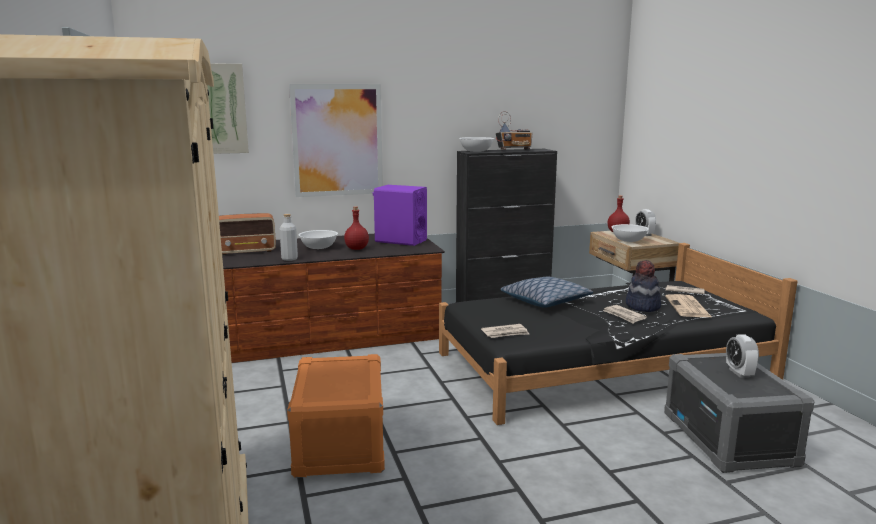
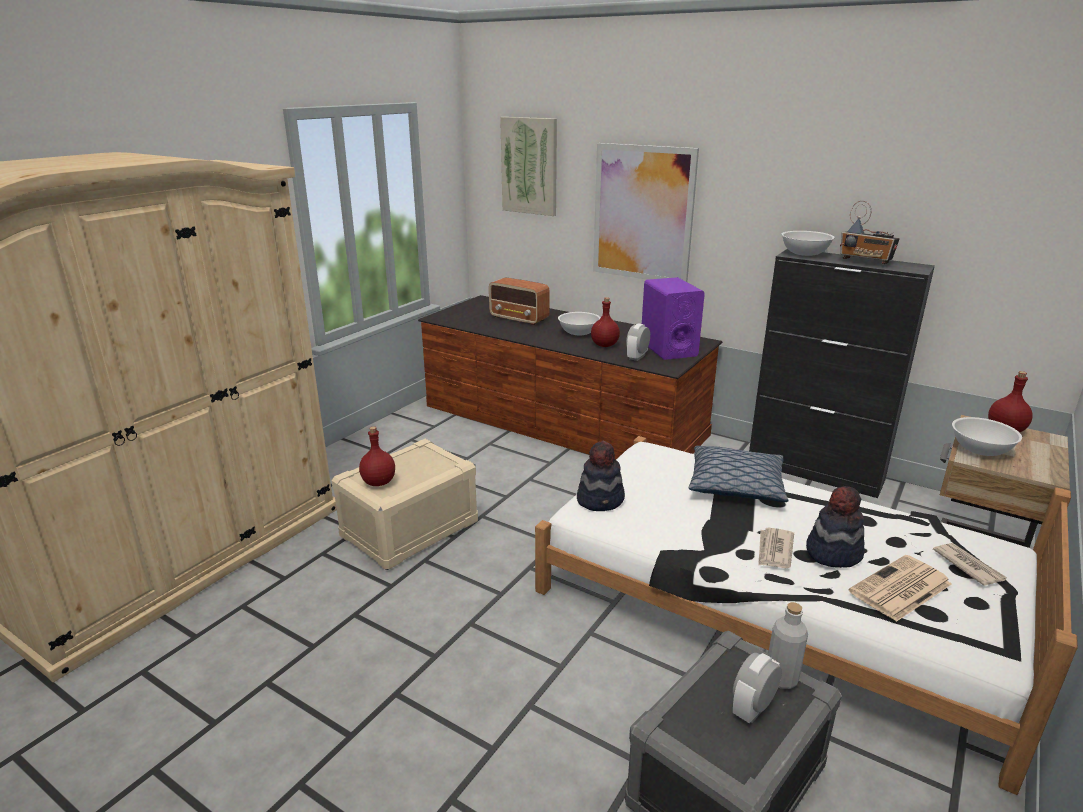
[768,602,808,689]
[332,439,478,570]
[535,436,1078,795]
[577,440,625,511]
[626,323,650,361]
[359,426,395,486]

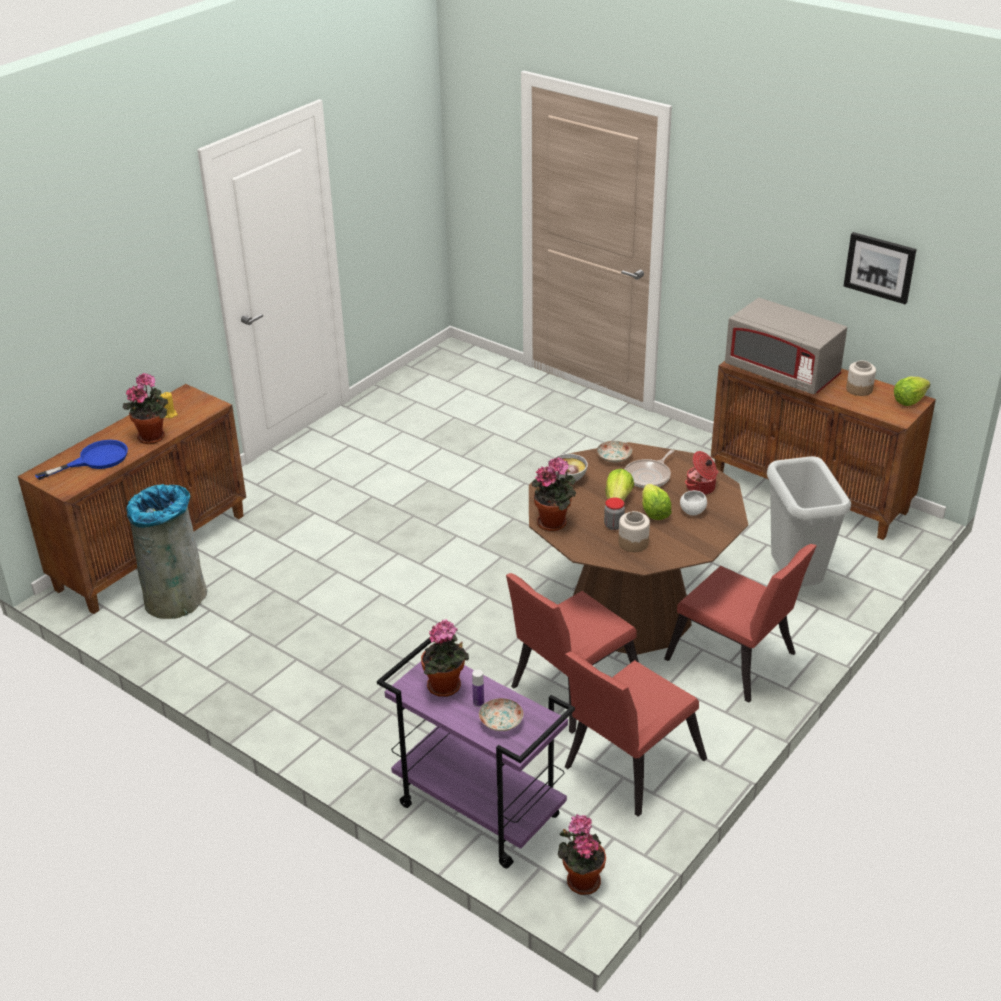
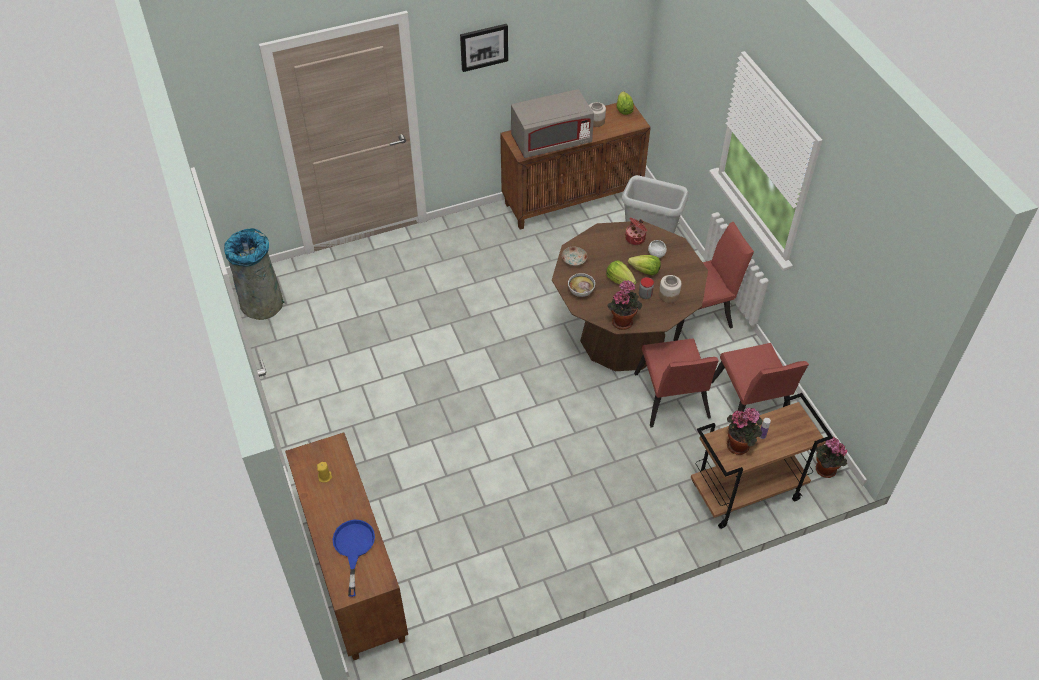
[123,373,168,444] (first image)
[224,228,285,320]
[691,393,833,529]
[479,698,524,731] (first image)
[624,450,674,488] (first image)
[460,24,508,72]

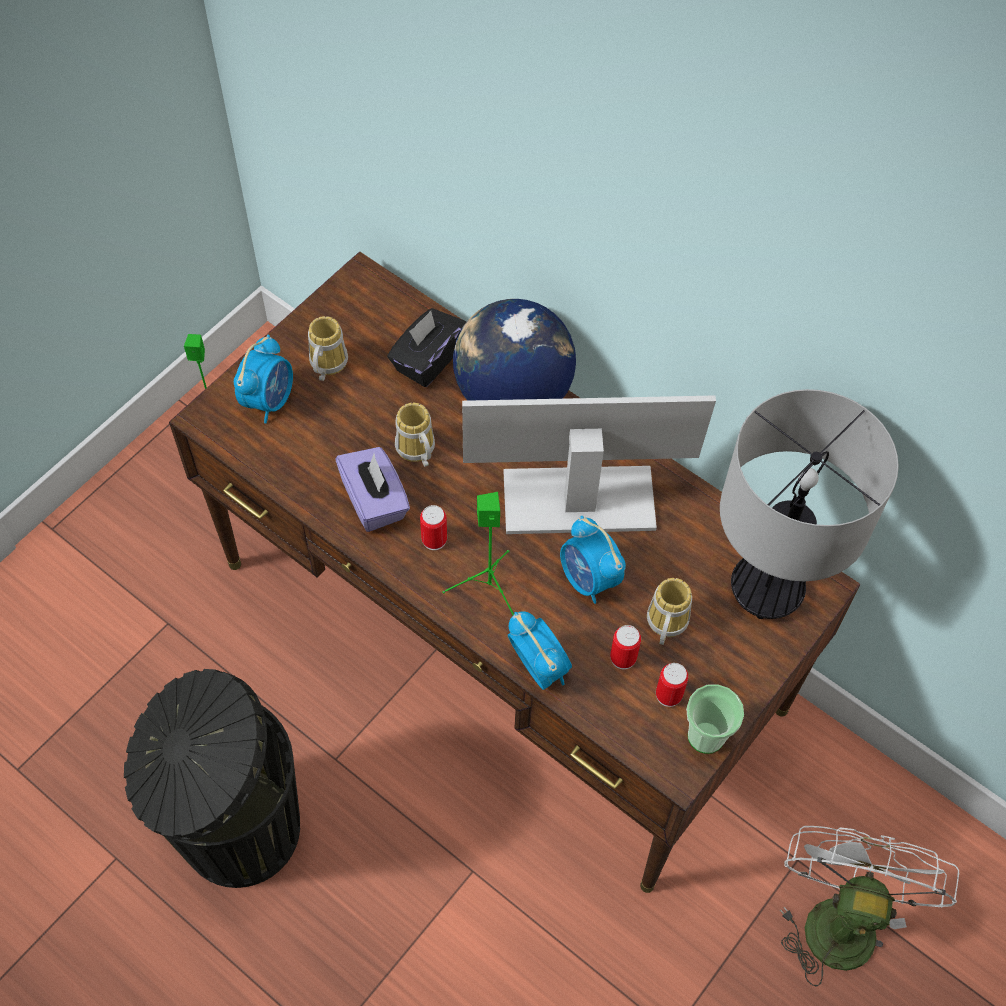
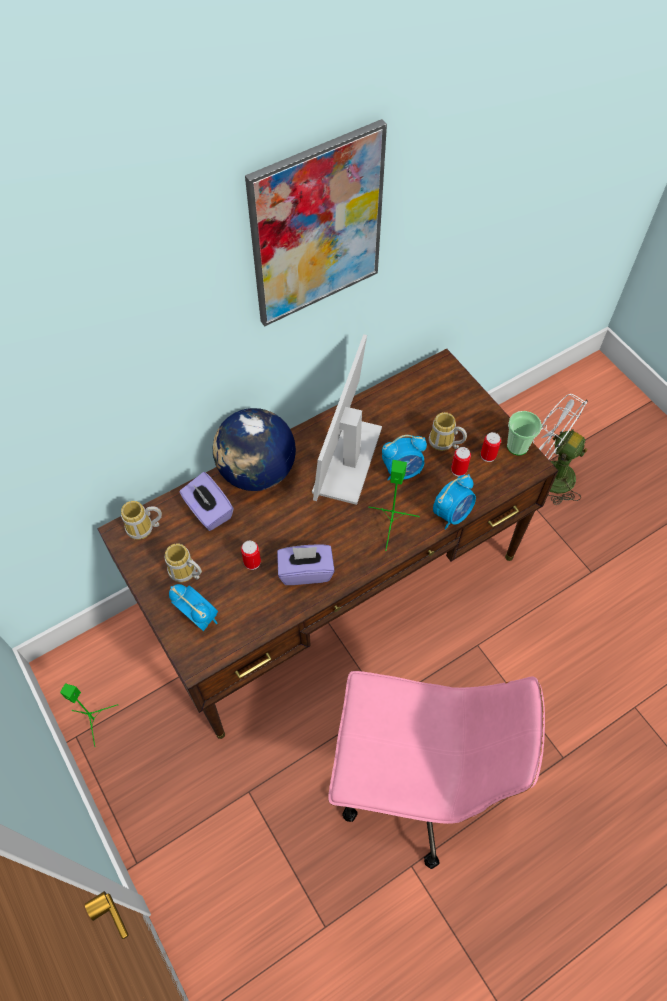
[328,671,545,869]
[180,472,234,531]
[121,501,162,540]
[241,541,261,570]
[433,474,476,530]
[720,389,899,619] (first image)
[245,119,387,327]

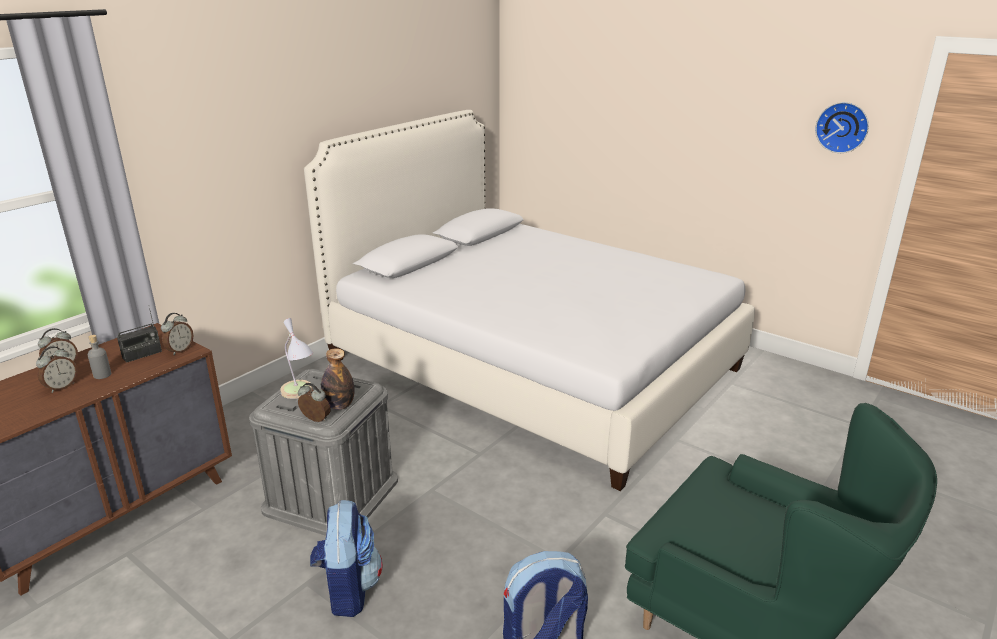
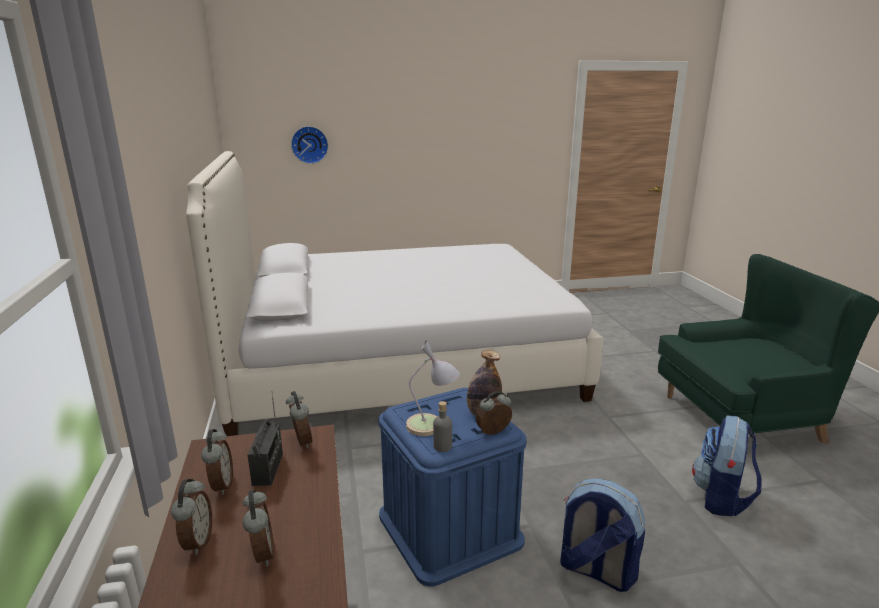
[433,401,452,452]
[379,388,527,586]
[291,126,328,164]
[201,429,233,495]

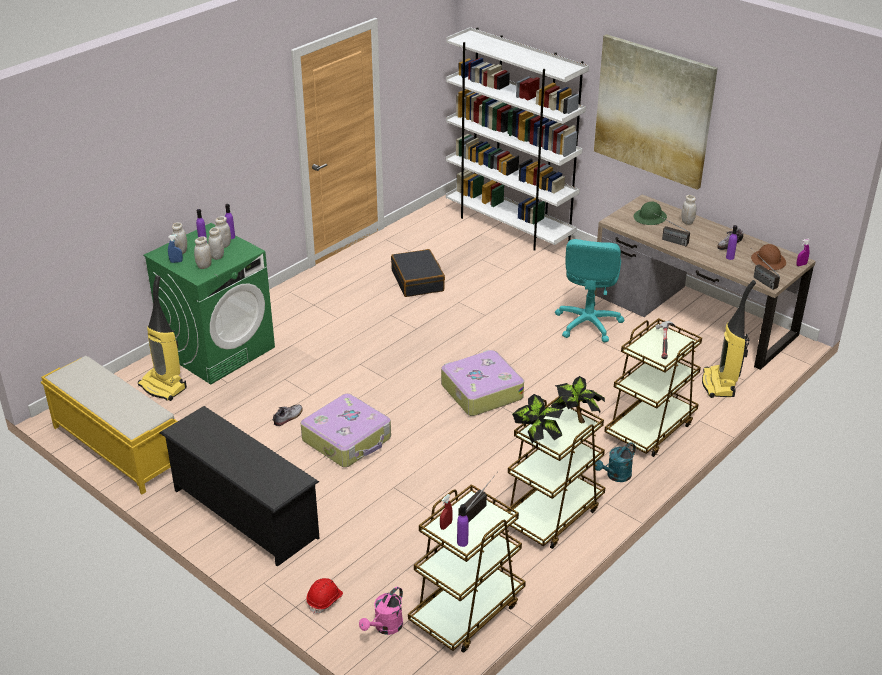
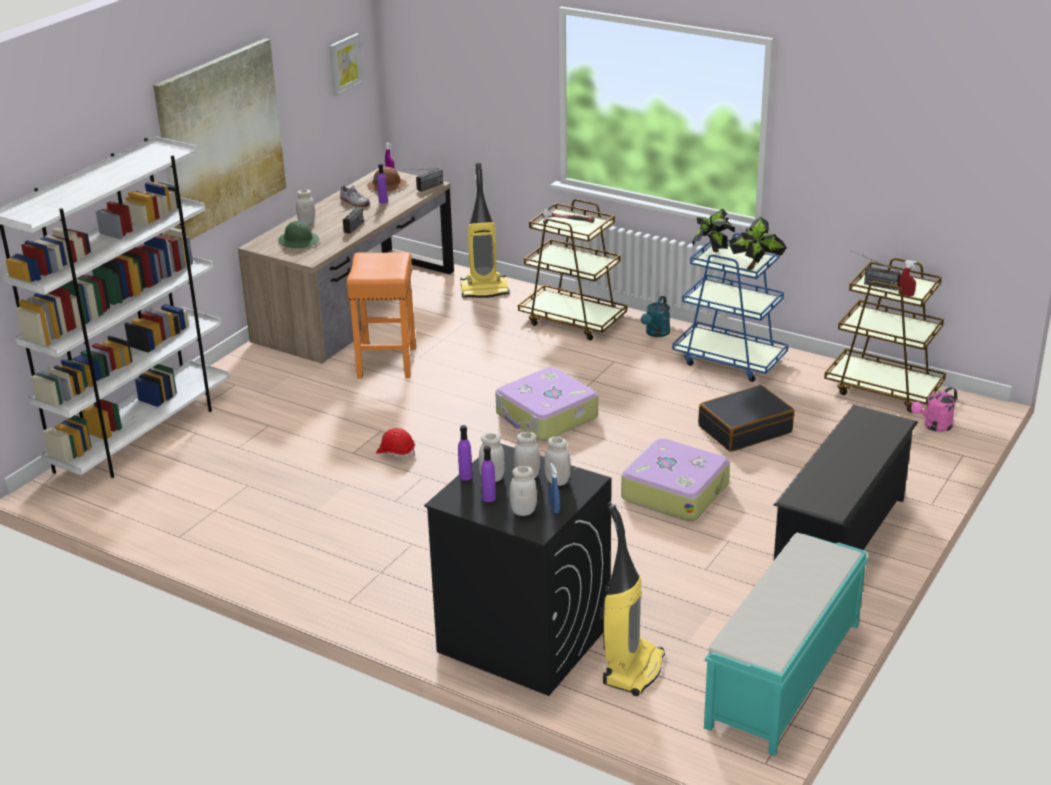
[704,533,868,756]
[424,443,612,696]
[273,405,303,426] (first image)
[376,428,415,459]
[911,387,957,432]
[698,385,795,452]
[457,504,469,547] (first image)
[672,233,789,382]
[347,252,416,379]
[641,296,670,337]
[330,33,363,96]

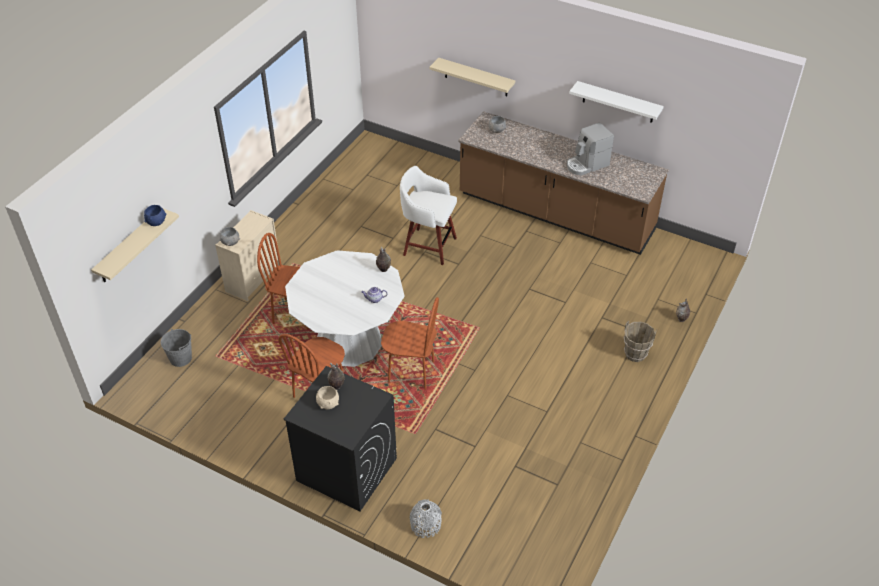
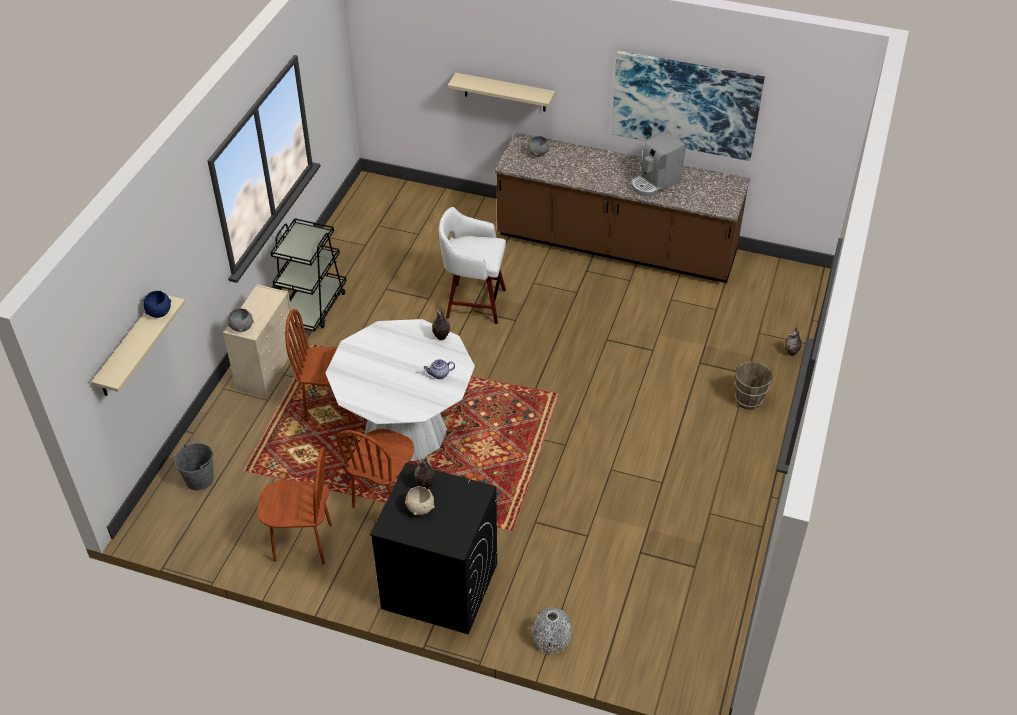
[257,447,332,565]
[611,51,765,161]
[270,218,347,332]

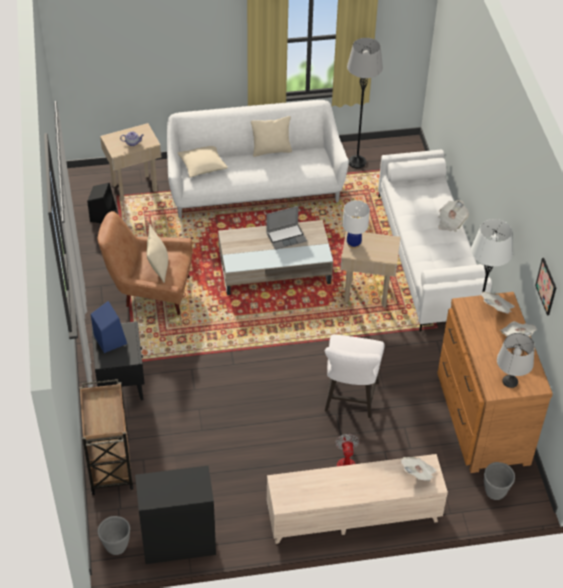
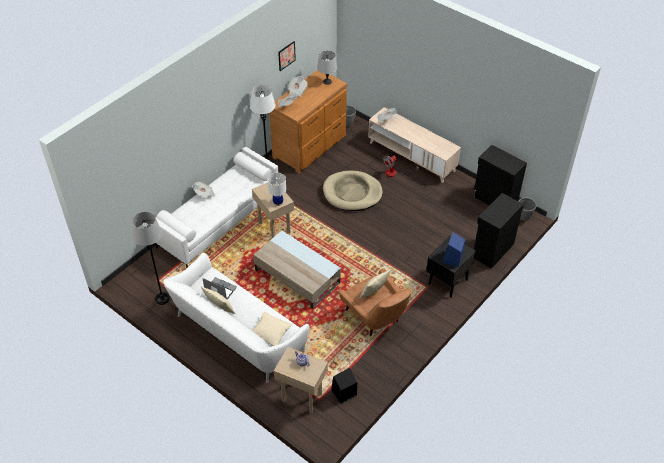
[474,193,523,269]
[202,277,237,300]
[323,171,383,211]

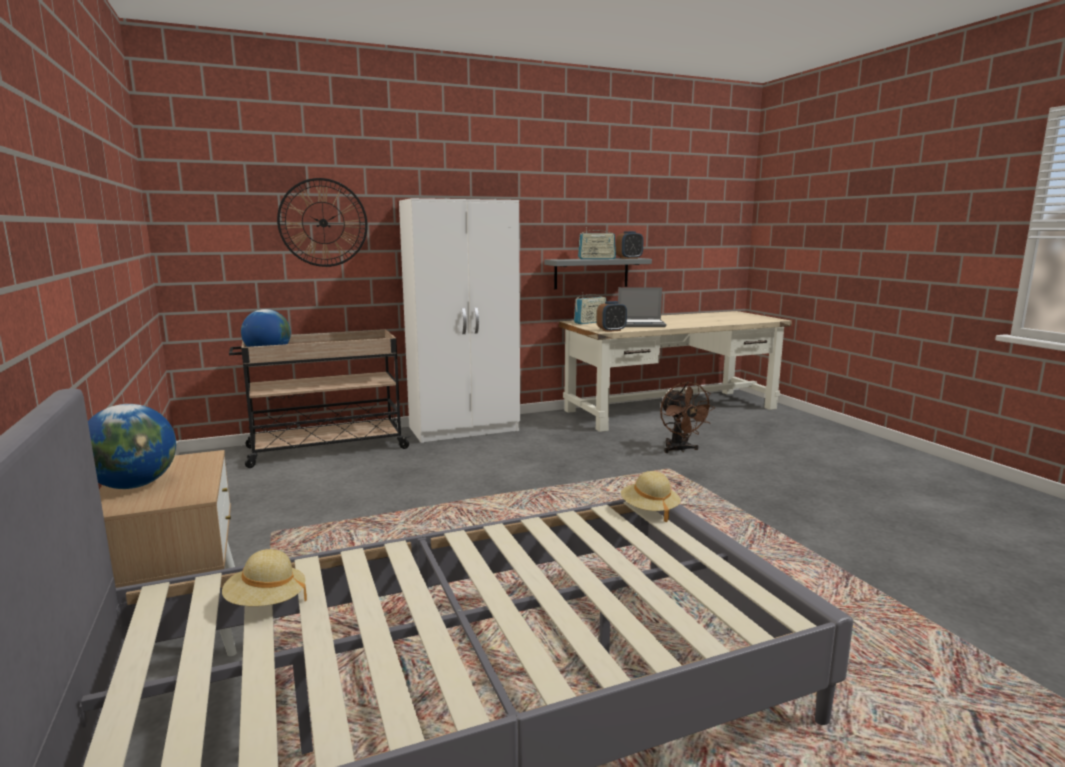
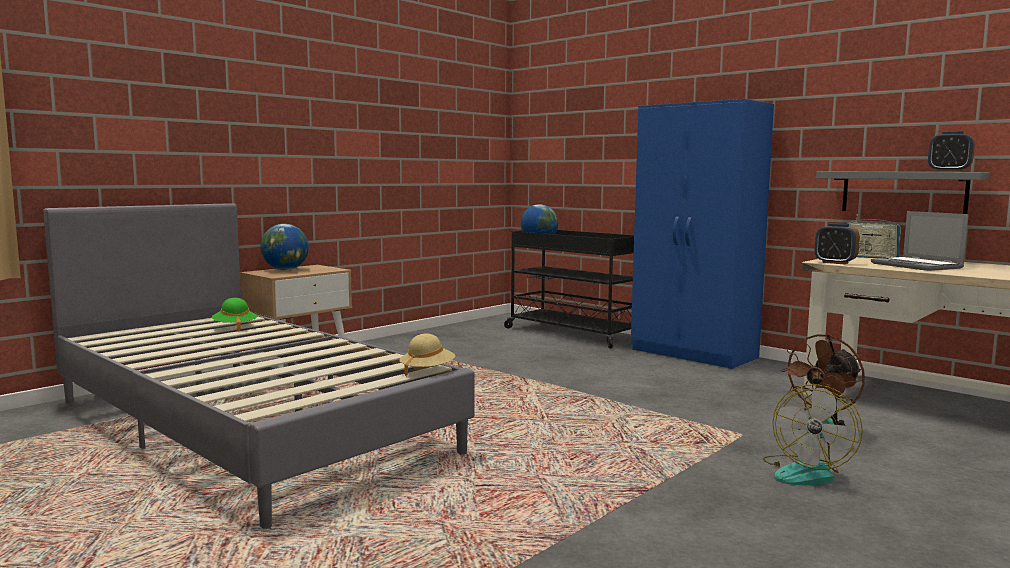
[212,298,257,332]
[504,230,634,349]
[277,178,368,267] (first image)
[631,99,774,369]
[578,227,616,259] (first image)
[763,384,863,485]

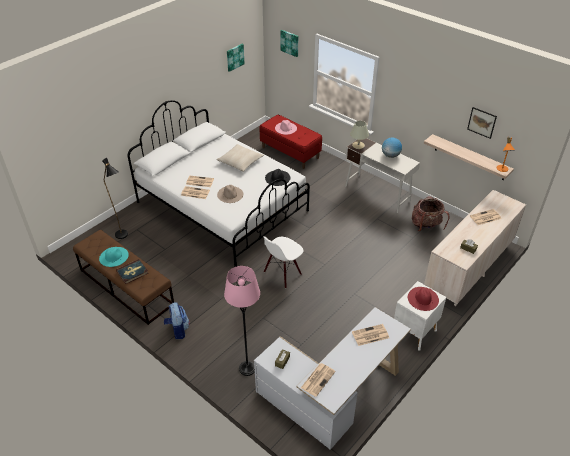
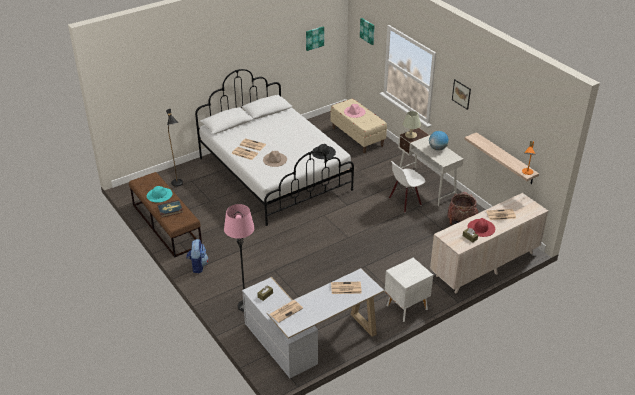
[216,144,264,172] (first image)
[331,98,387,153]
[389,161,425,213]
[468,218,495,237]
[452,79,471,110]

